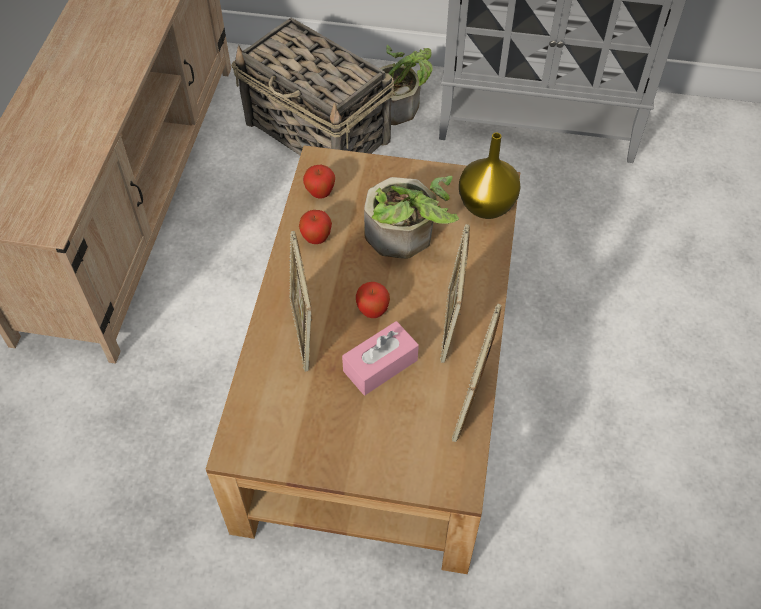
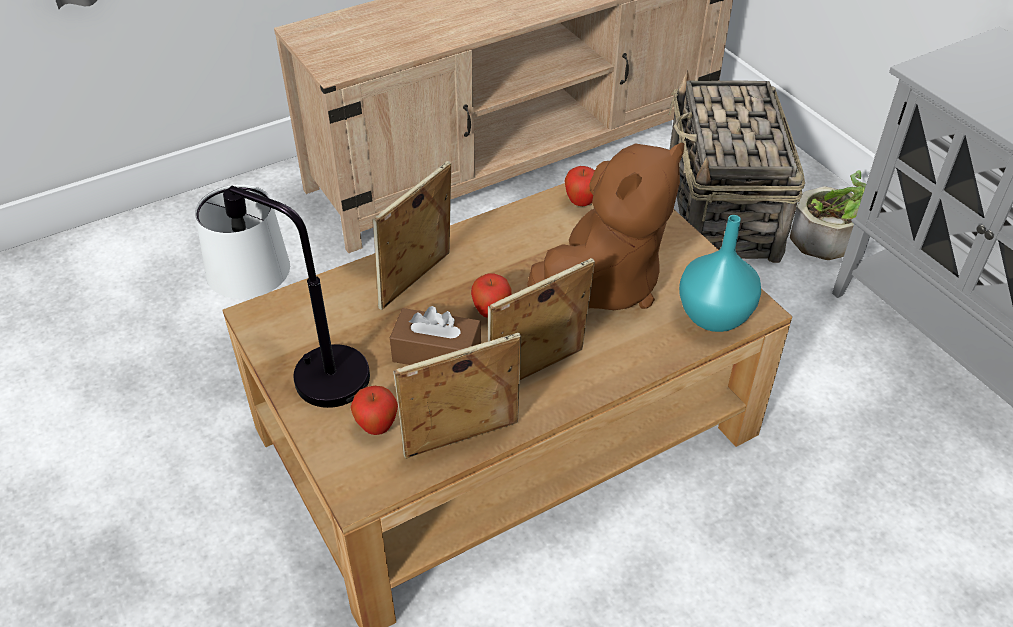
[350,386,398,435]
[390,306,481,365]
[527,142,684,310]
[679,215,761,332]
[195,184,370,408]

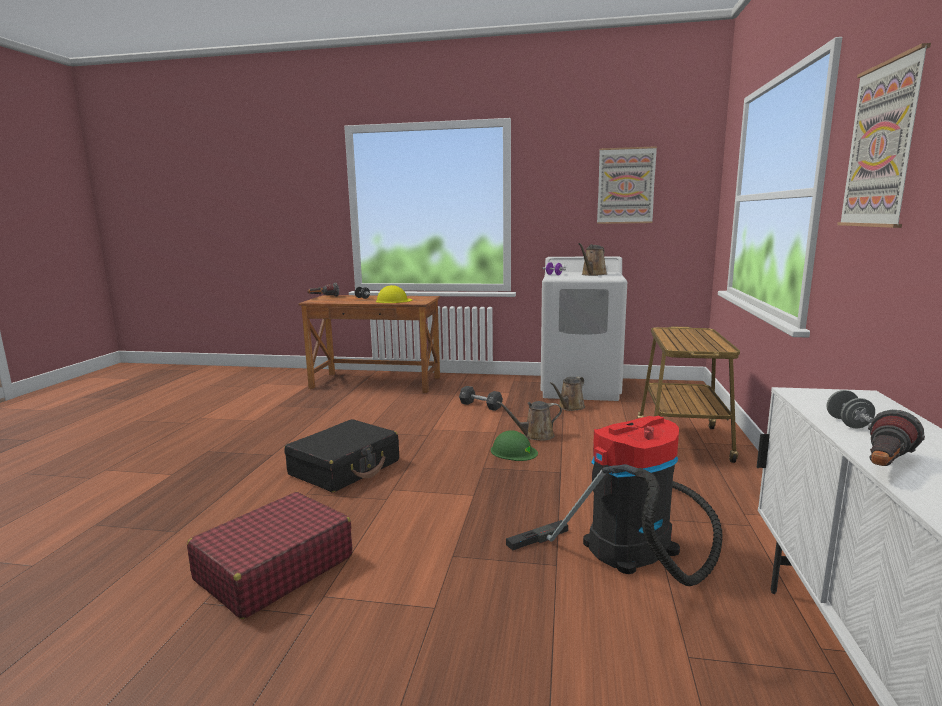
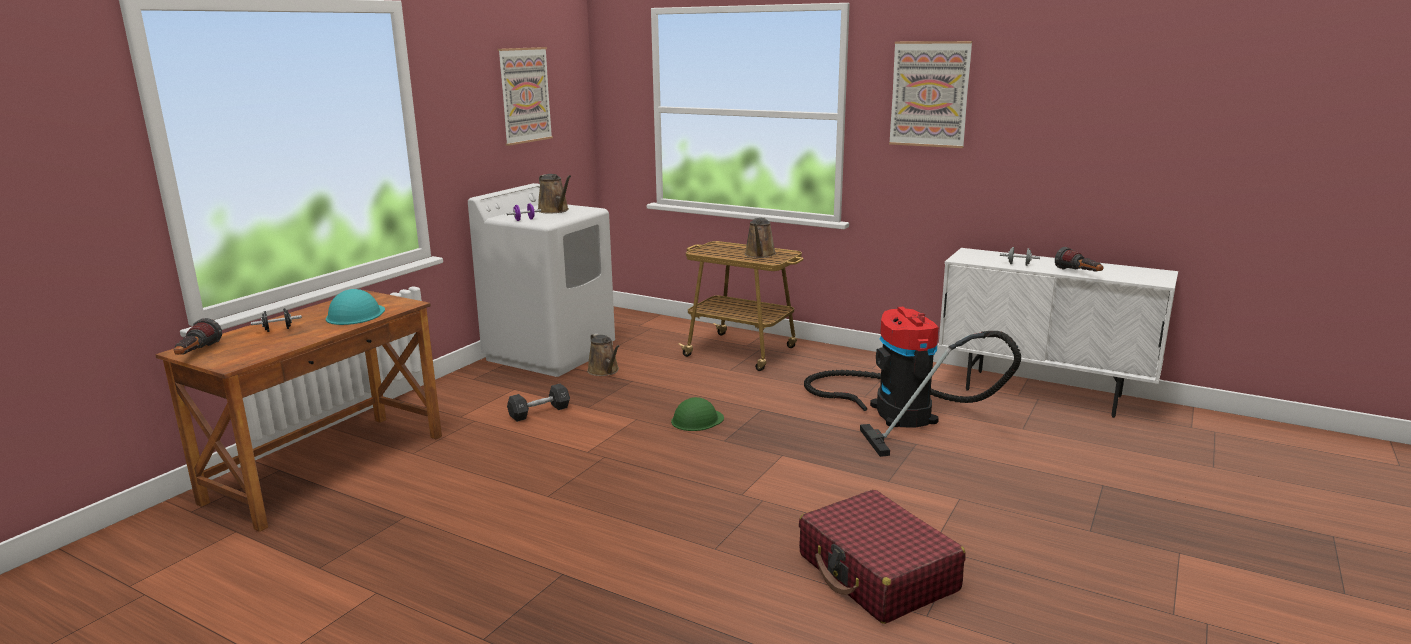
[284,419,399,493] (first image)
[326,289,385,325]
[745,218,776,258]

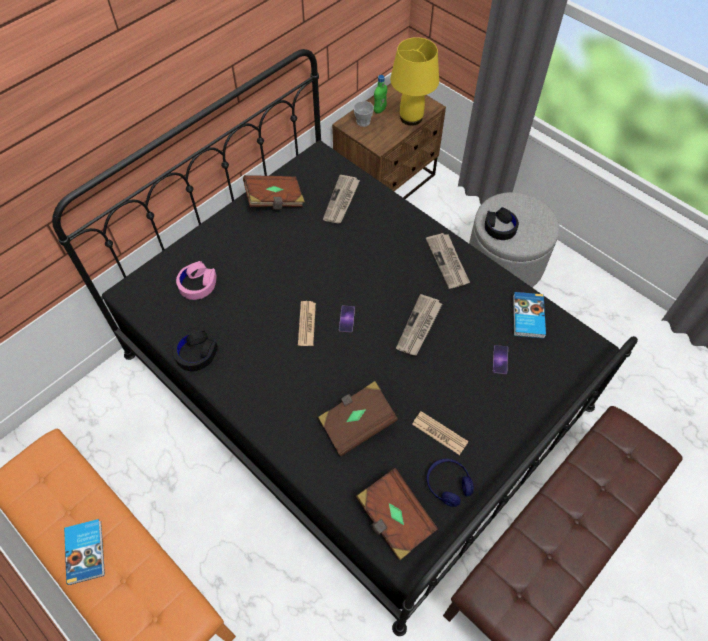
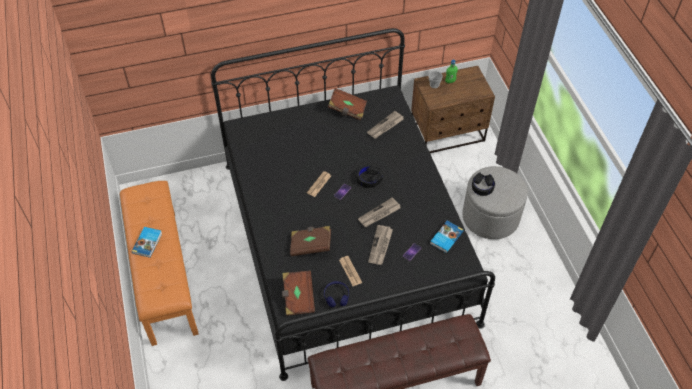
[357,165,383,188]
[176,261,217,300] (first image)
[390,37,439,126] (first image)
[368,225,393,265]

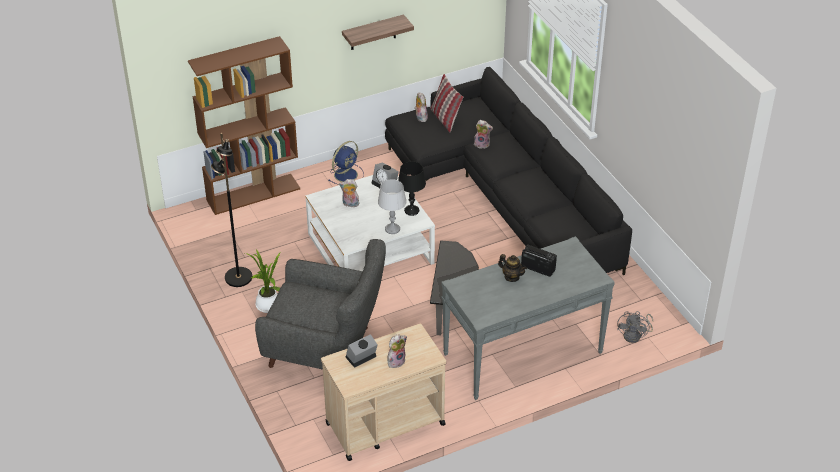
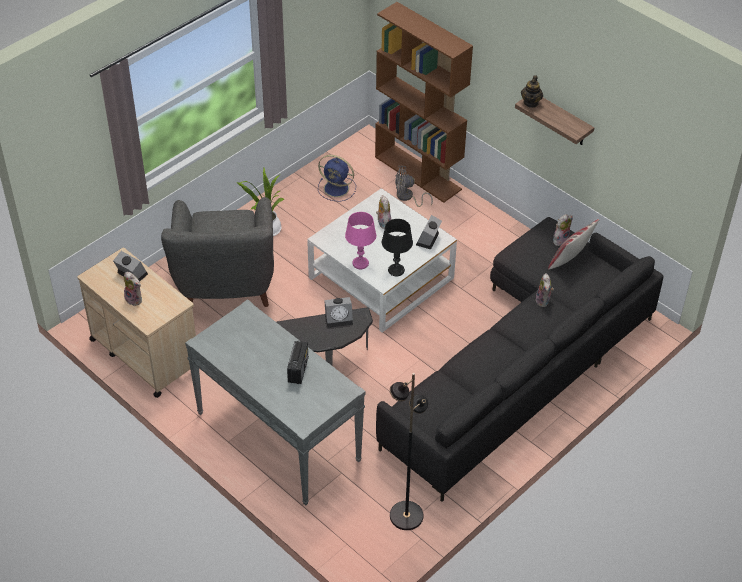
[390,373,428,530]
[318,155,356,202]
[345,212,376,269]
[521,75,543,108]
[395,166,433,207]
[324,297,353,328]

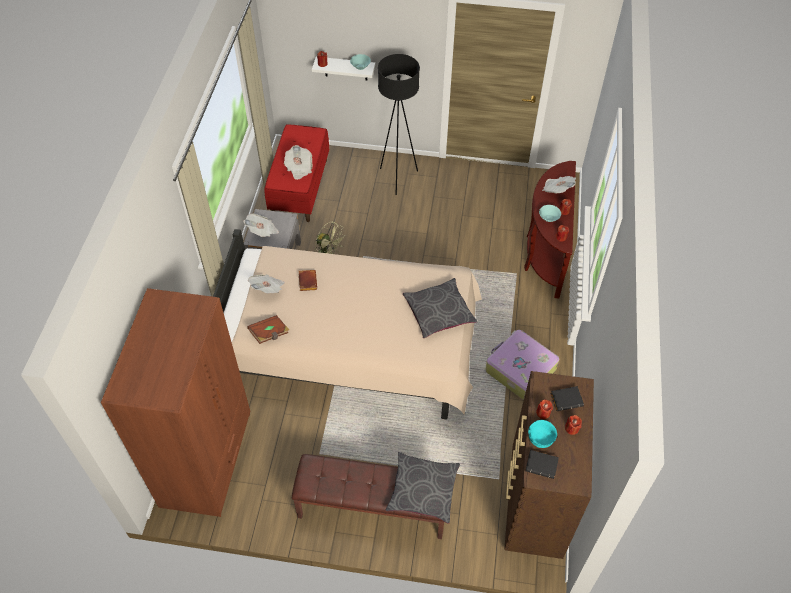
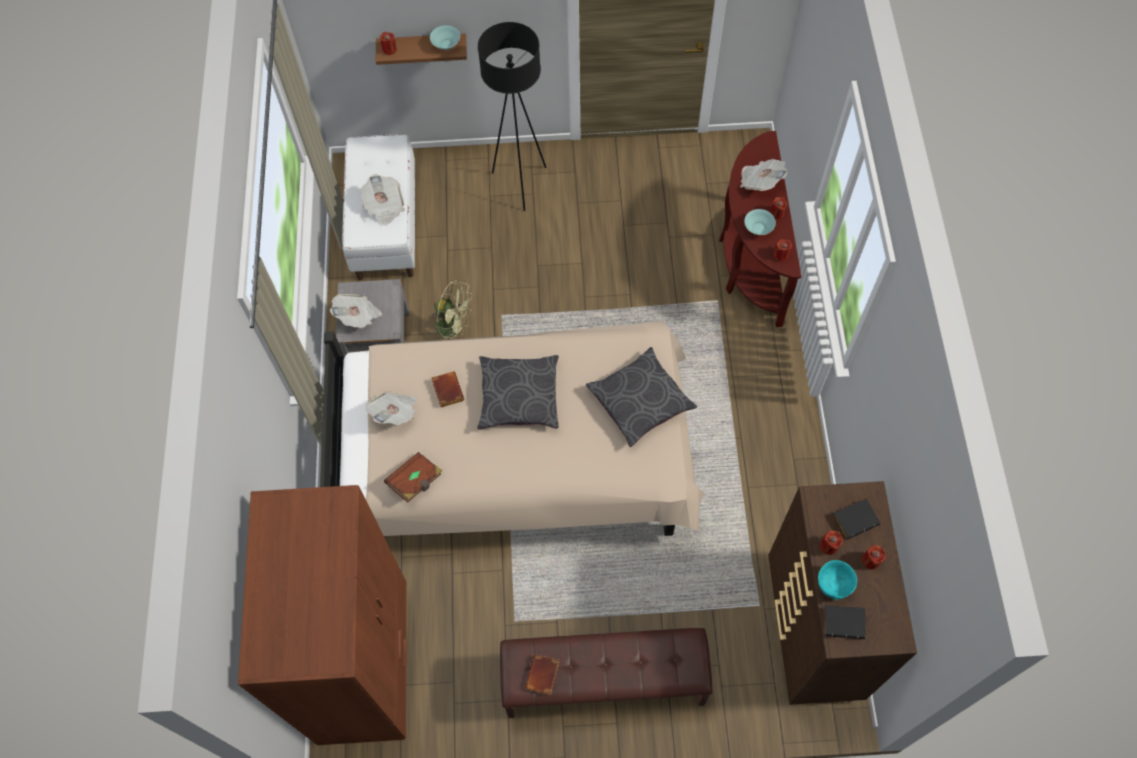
[342,134,415,280]
[376,34,467,65]
[477,355,559,429]
[485,330,559,400] (first image)
[525,654,560,695]

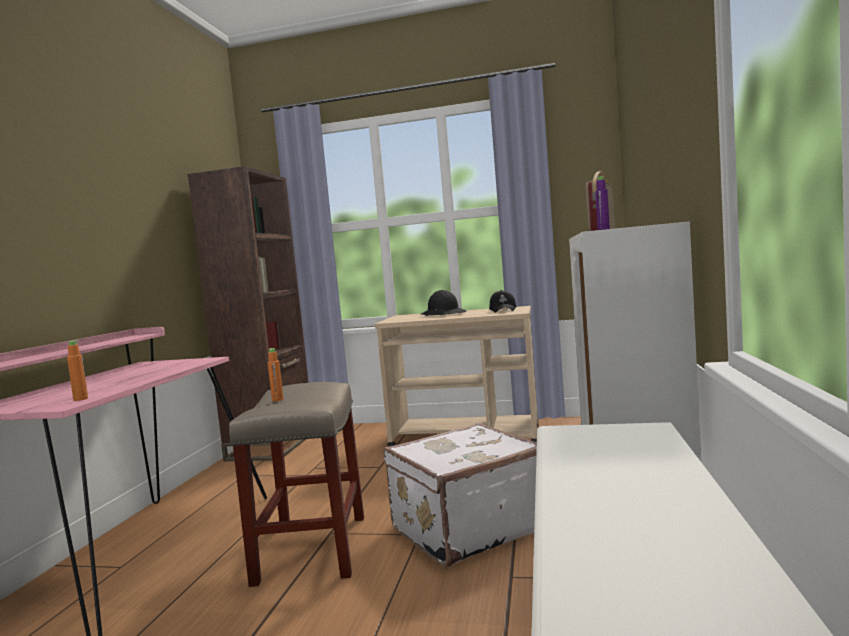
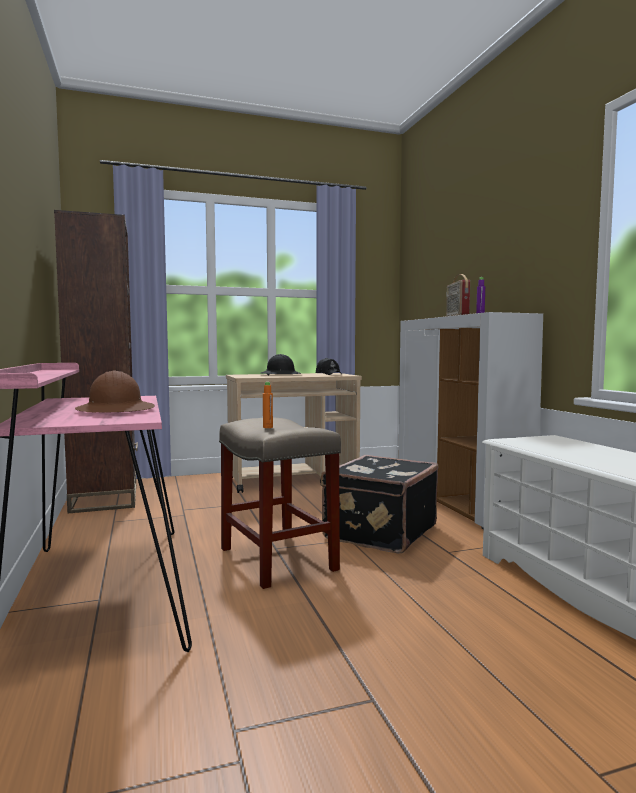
[67,340,88,401] (first image)
[321,455,439,554]
[75,370,155,412]

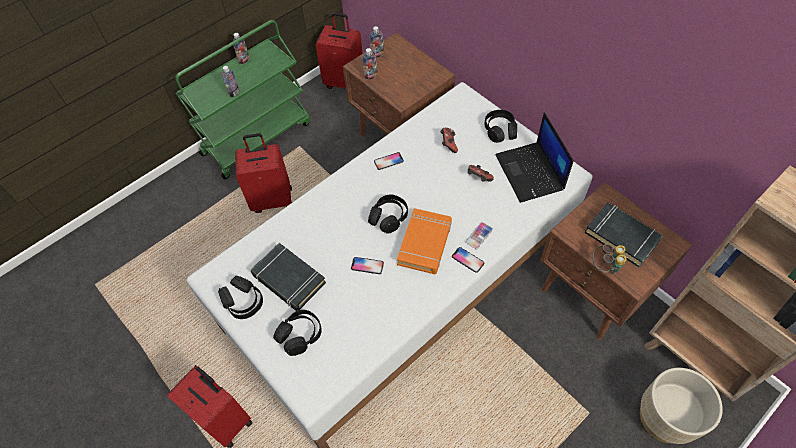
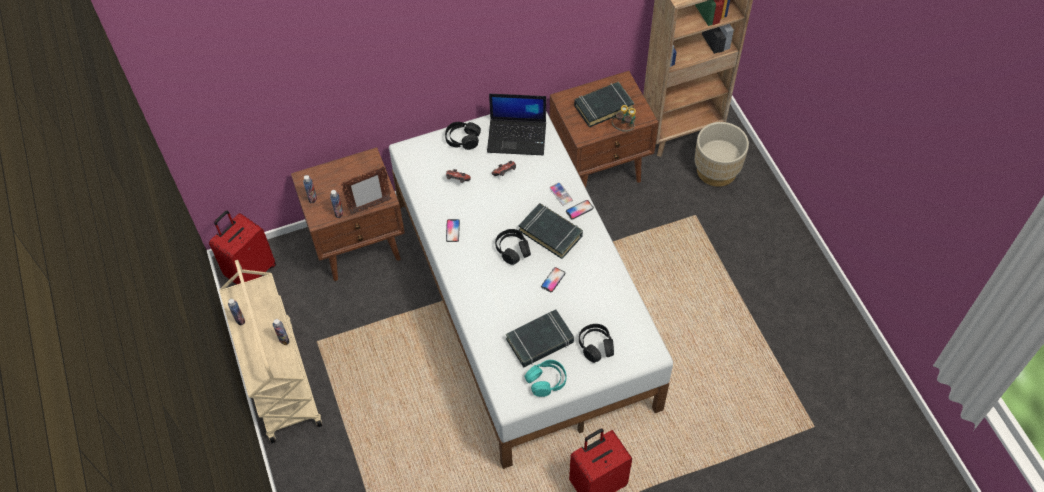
[219,260,322,443]
[524,360,566,397]
[235,133,292,213] (first image)
[519,203,583,259]
[341,166,391,215]

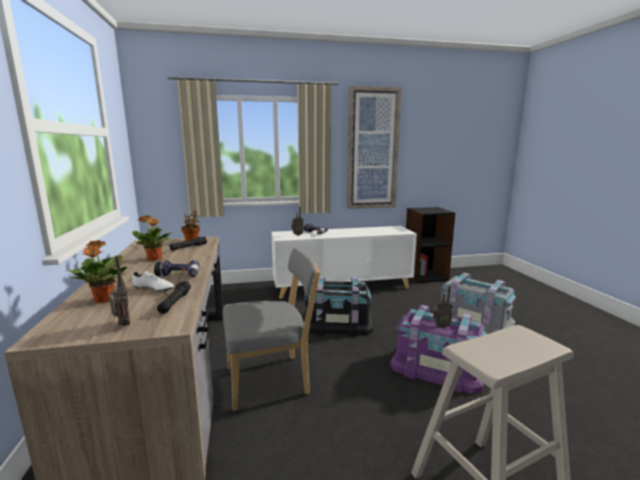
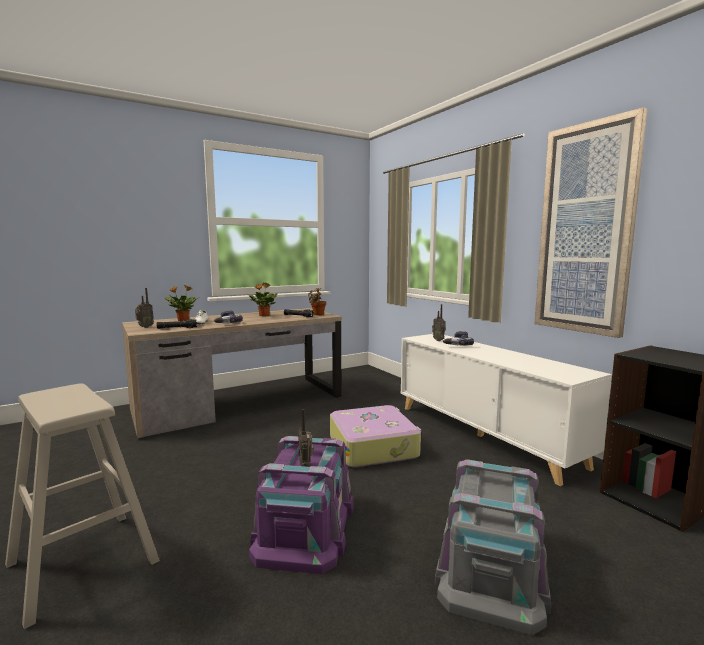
[222,248,320,411] (first image)
[330,405,421,468]

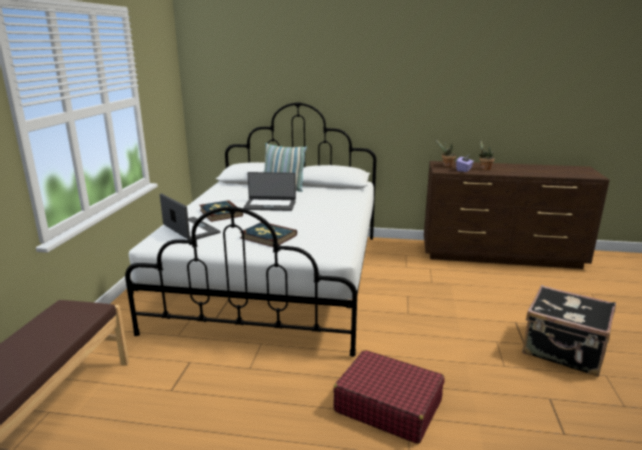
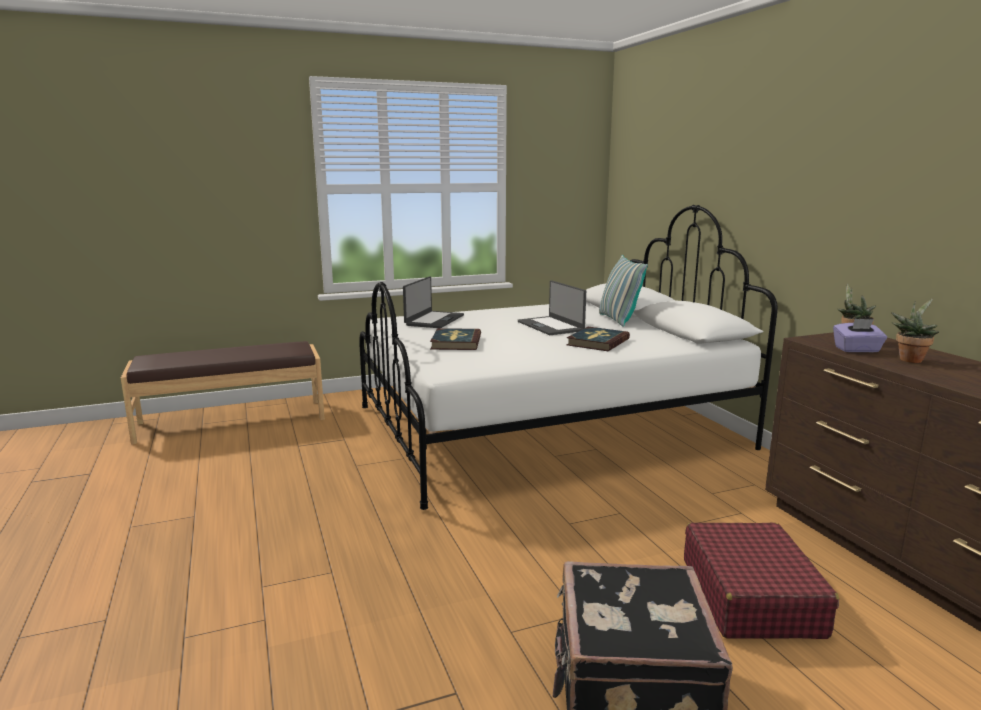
[567,327,630,351]
[684,522,839,639]

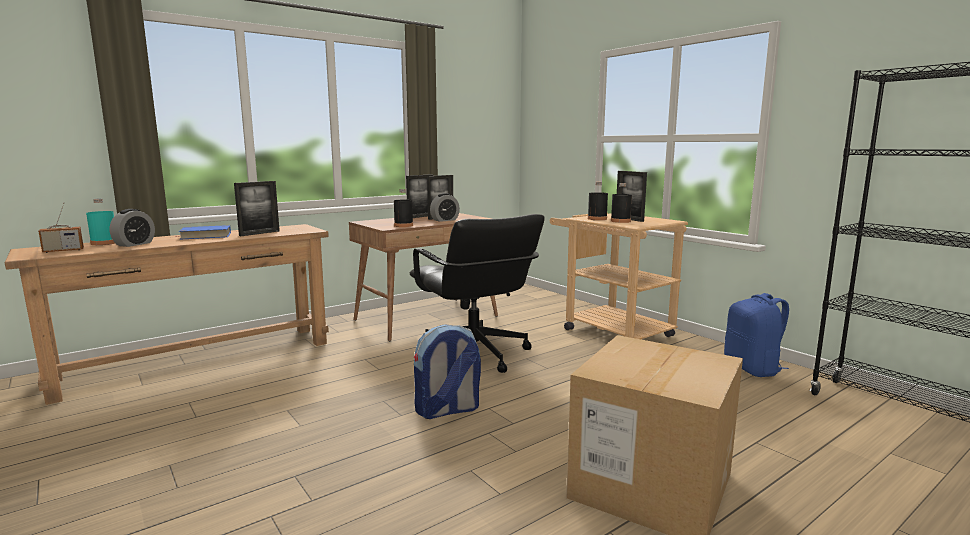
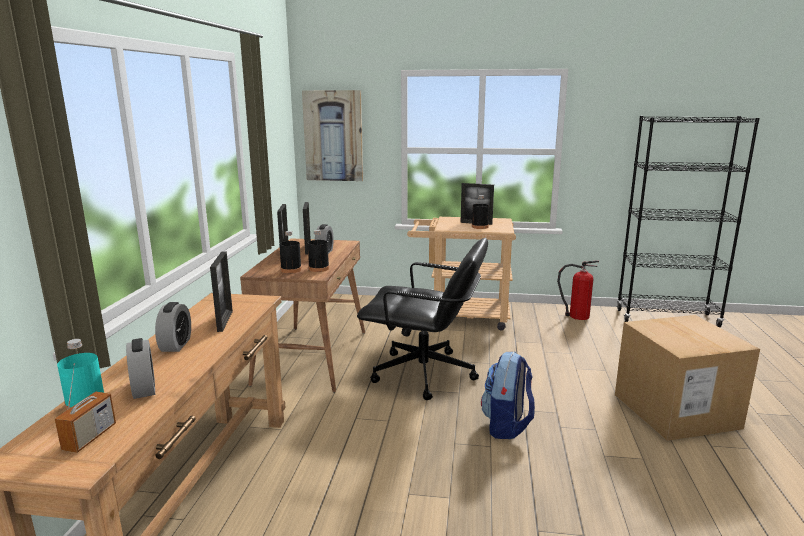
[155,302,191,352]
[279,231,302,273]
[557,260,599,320]
[302,90,363,181]

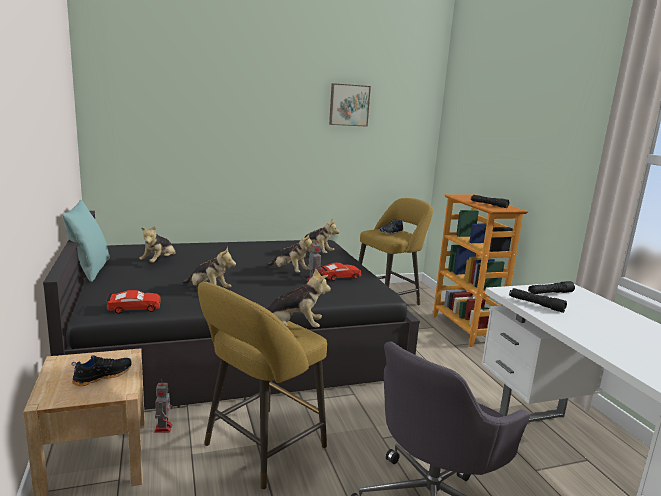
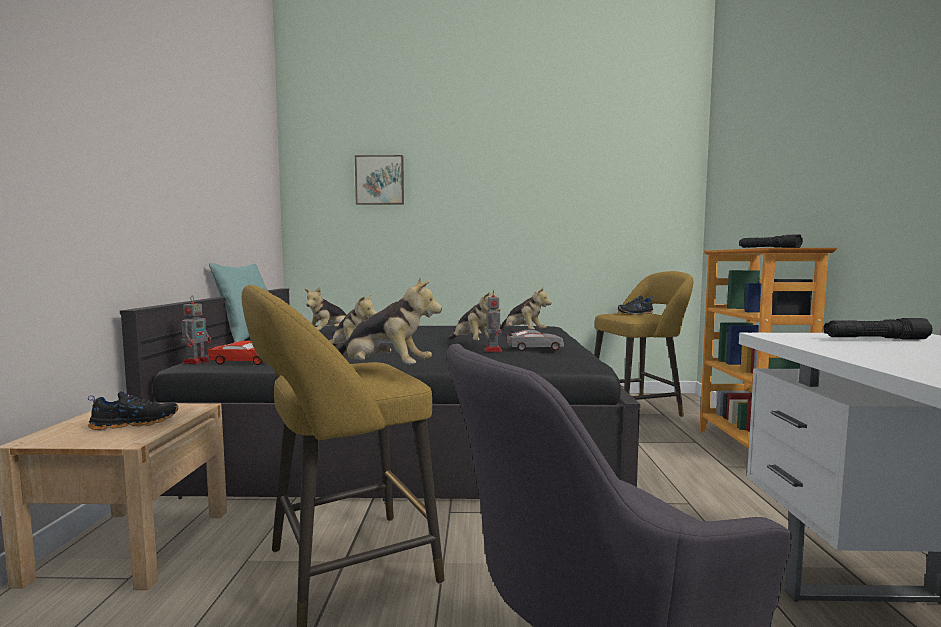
[181,296,211,364]
[506,330,564,351]
[355,155,404,205]
[509,288,567,313] (first image)

